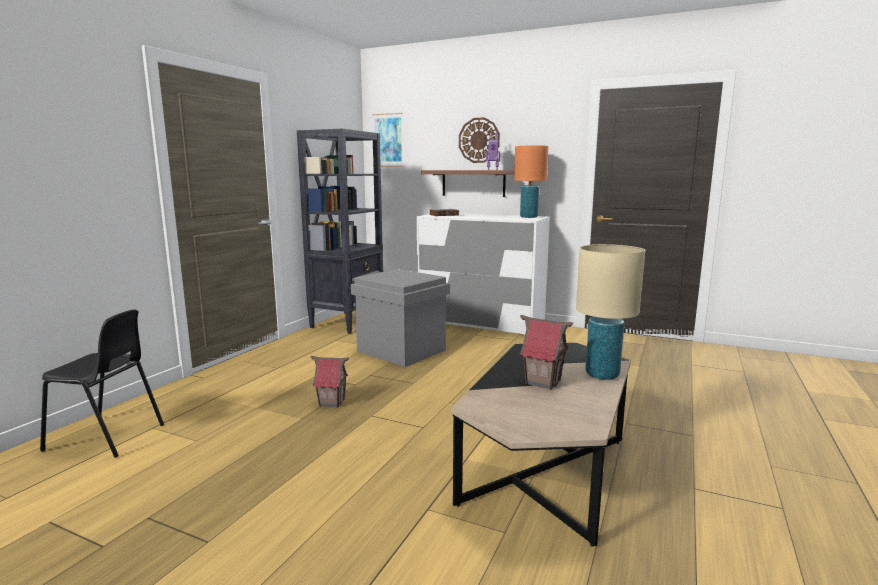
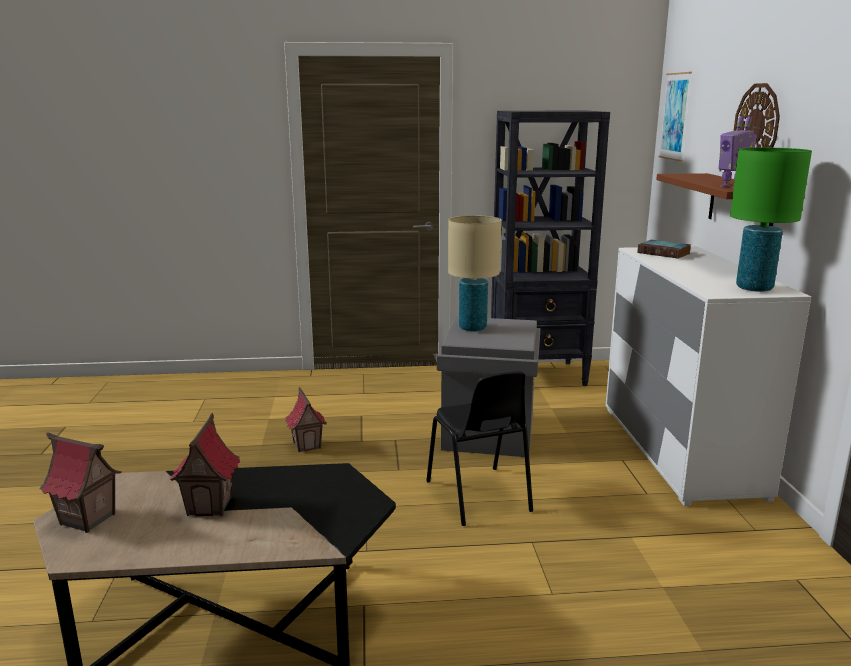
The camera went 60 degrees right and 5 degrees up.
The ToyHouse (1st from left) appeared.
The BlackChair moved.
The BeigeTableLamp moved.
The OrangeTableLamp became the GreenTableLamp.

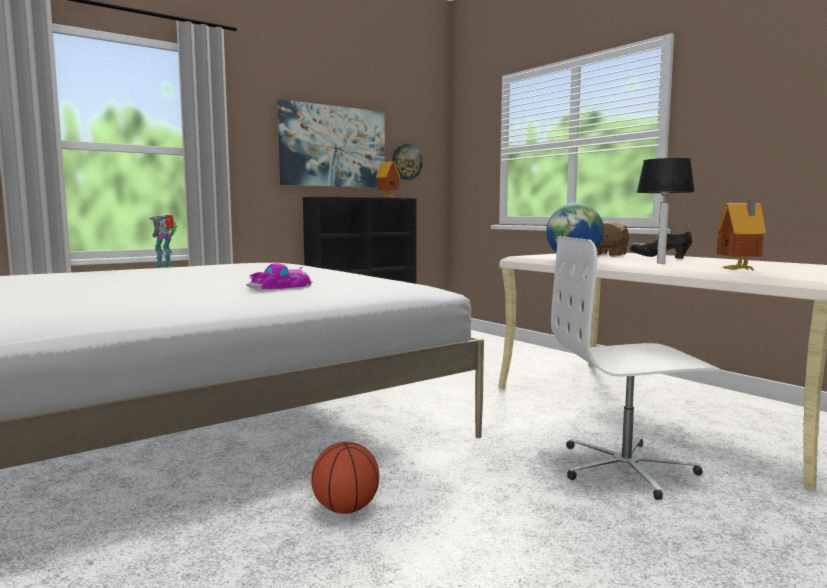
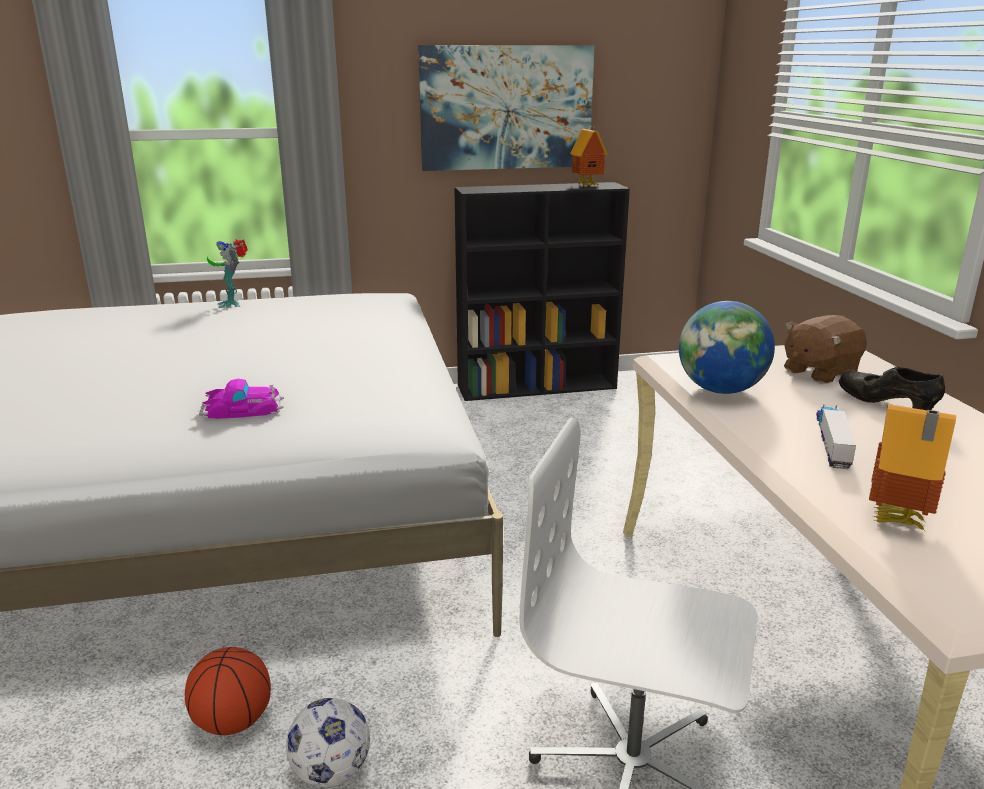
The camera went 25 degrees right and 15 degrees up.
The WallClock disappeared.
The Football appeared.
The TableLamp was replaced by the ToyTruck.
The ToyRobot turned 75 degrees counterclockwise.

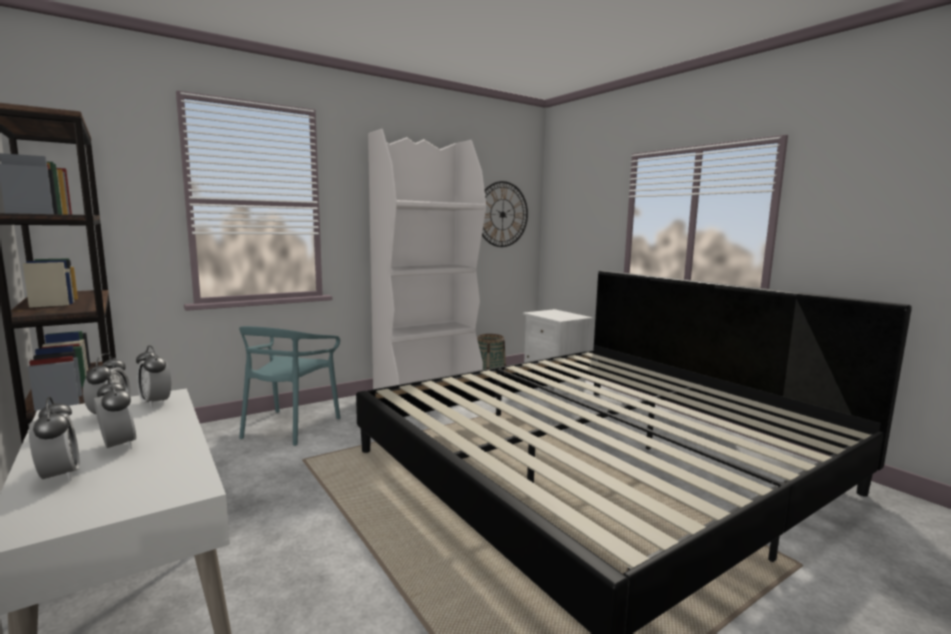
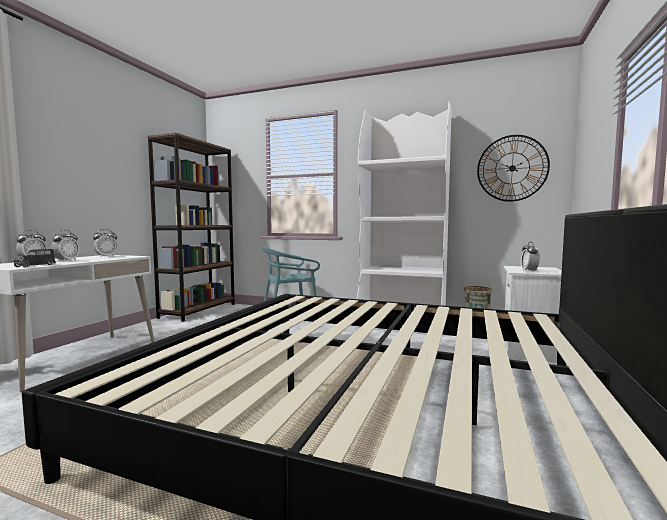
The camera went 55 degrees right and 5 degrees down.
The ToyTruck appeared.
The AlarmClock (4th from left) moved.

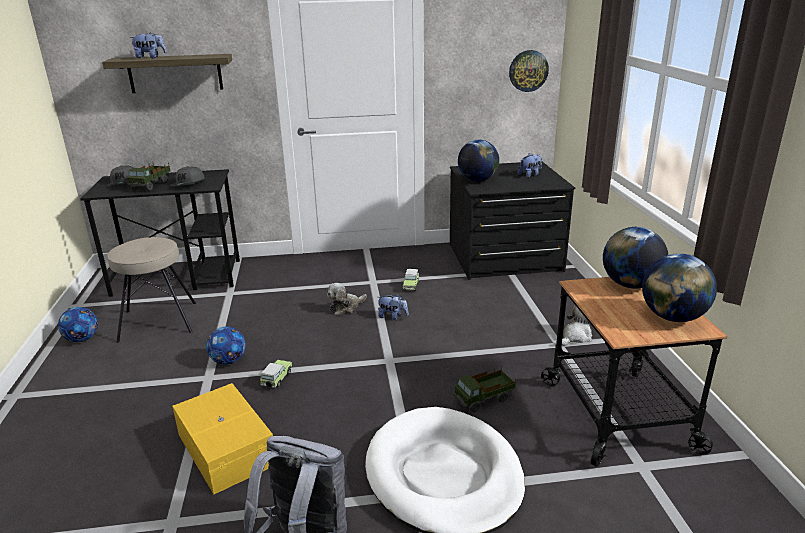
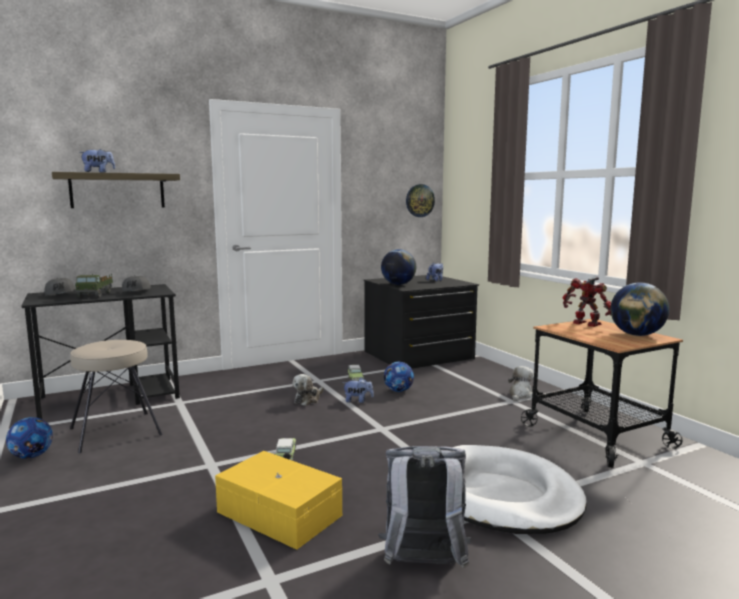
The camera went 20 degrees left and 15 degrees down.
The ToyTruck (2nd from left) disappeared.
The Football (2nd from left) moved.
The Globe (2nd from left) was replaced by the ToyRobot.

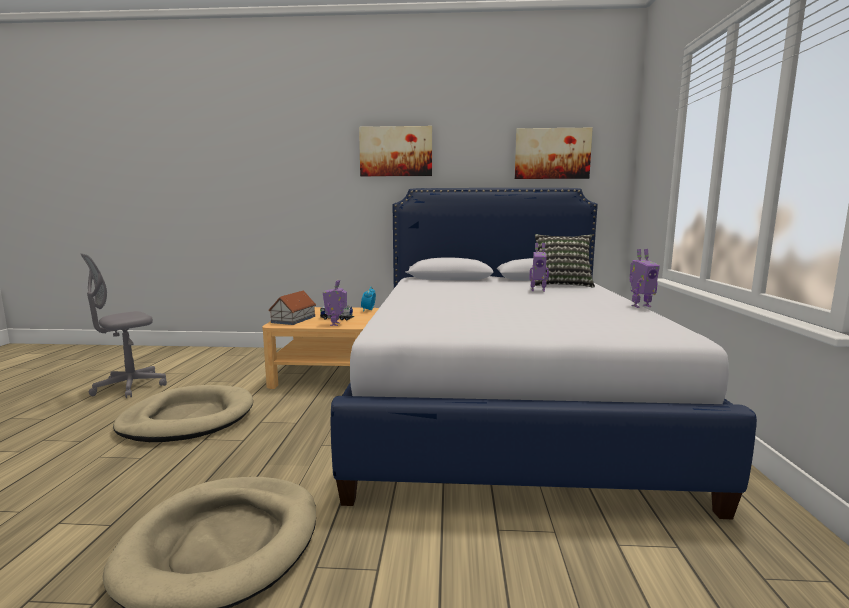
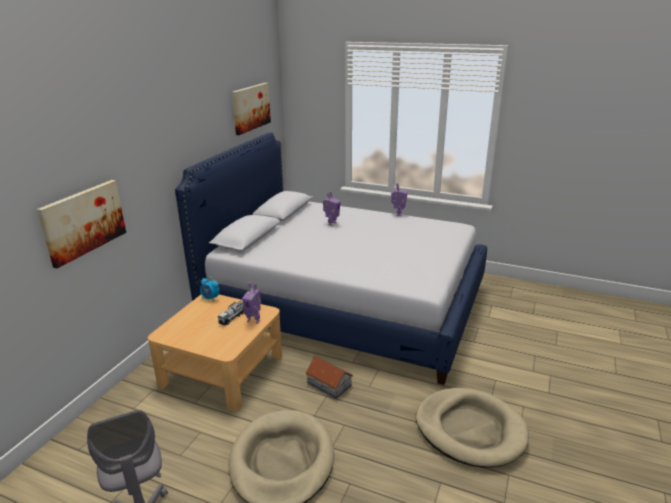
The camera went 70 degrees left and 15 degrees up.
The Pillow disappeared.
The ToyHouse moved.
The Picture (1st from left) moved.

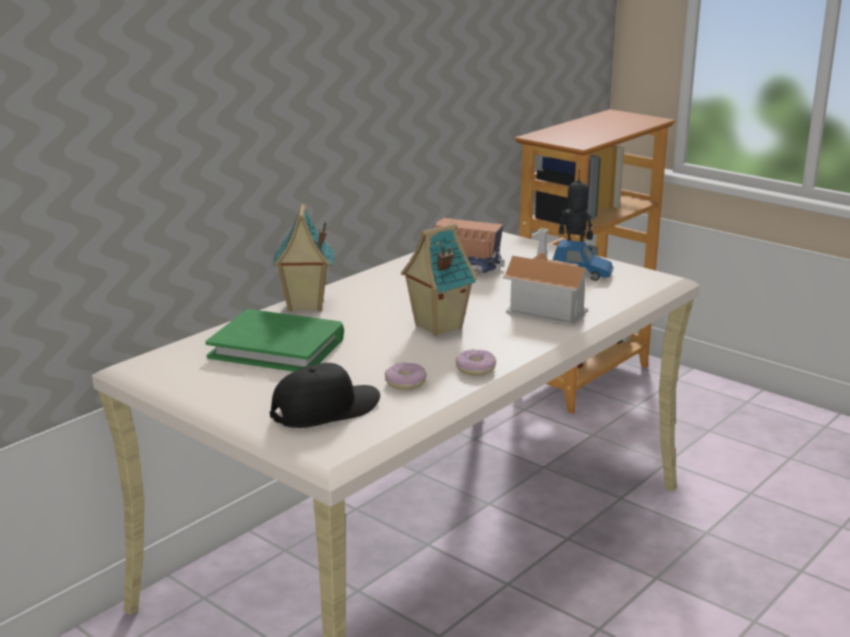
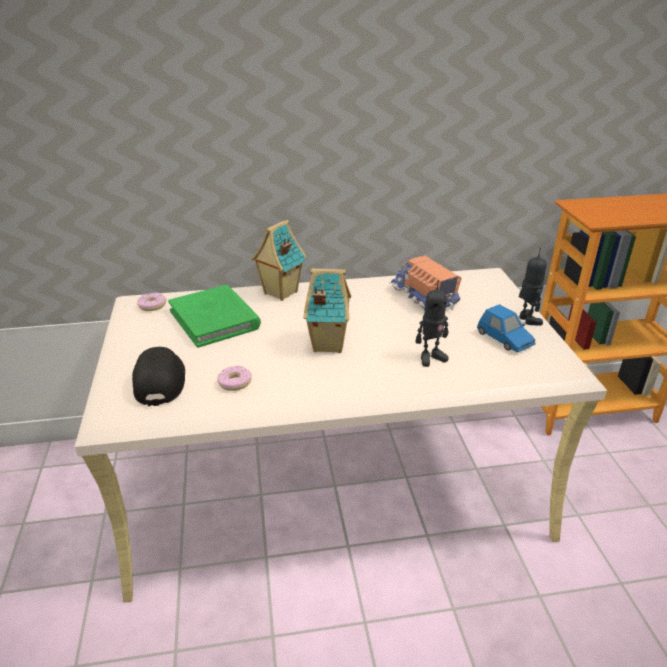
The camera went 40 degrees right and 10 degrees up.
The Donut (2nd from left in the first image) moved.
The ToyHouse (3rd from left) was replaced by the ToyRobot (1st from left).
The BlackCap turned 105 degrees counterclockwise.

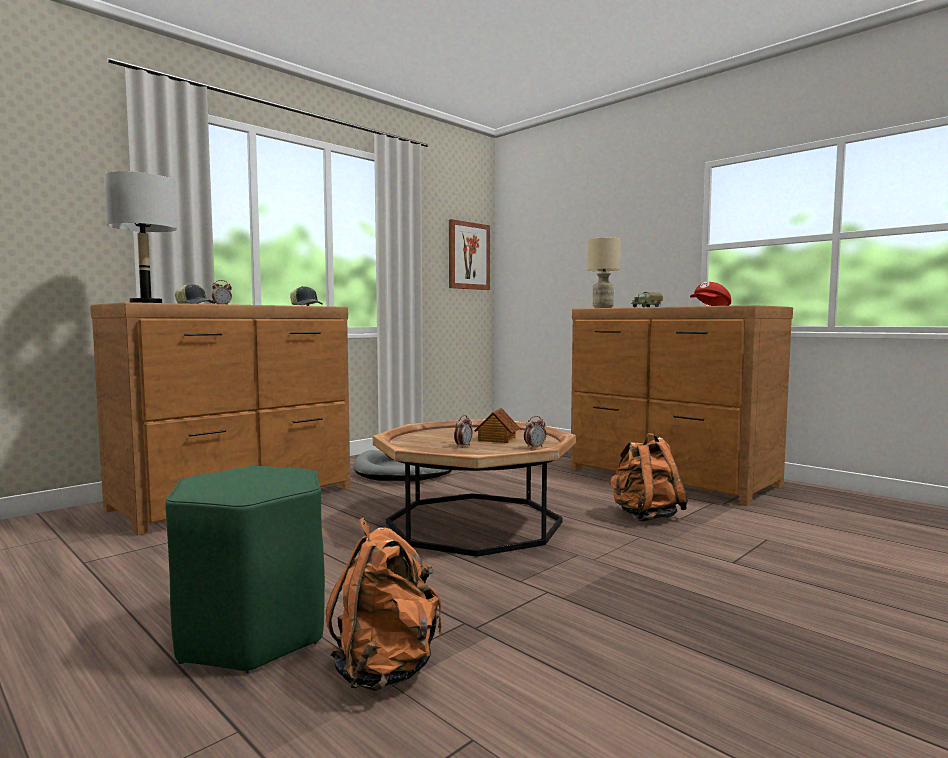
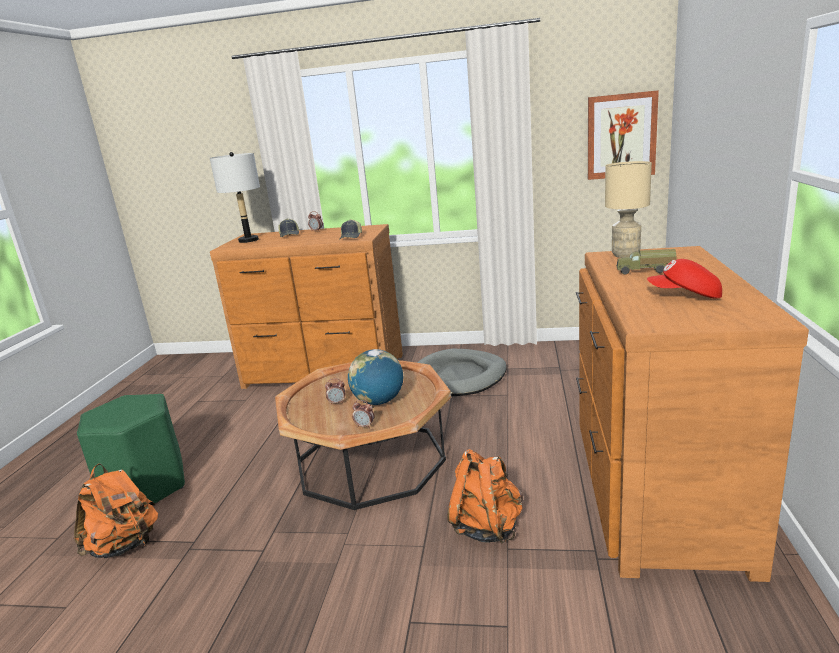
The camera went 55 degrees right and 15 degrees up.
The ToyHouse was replaced by the Globe.

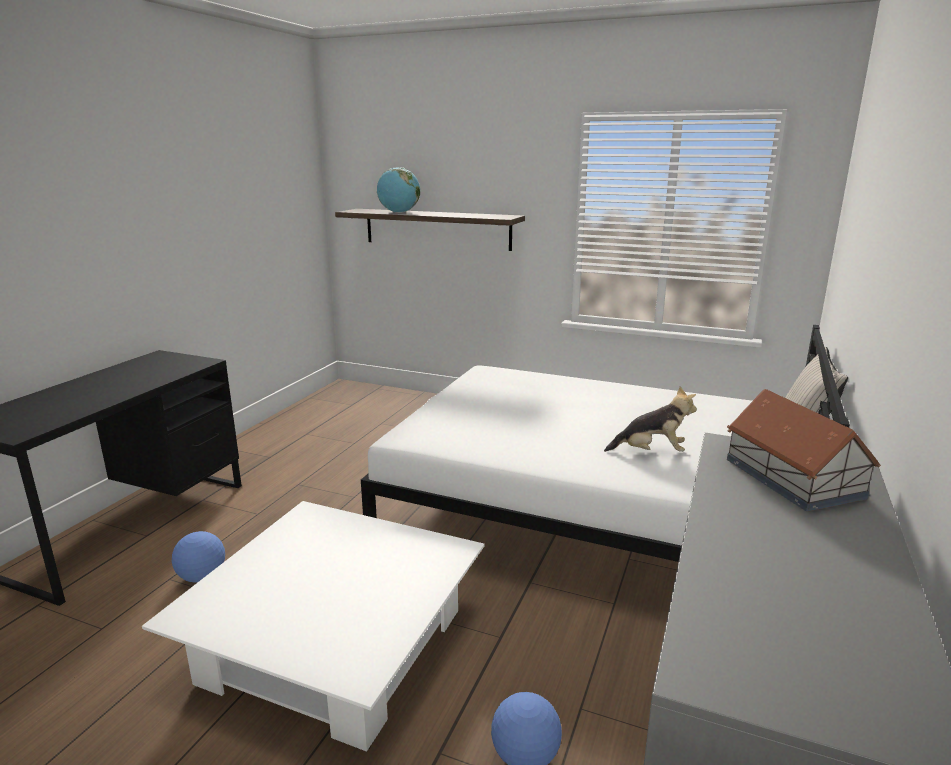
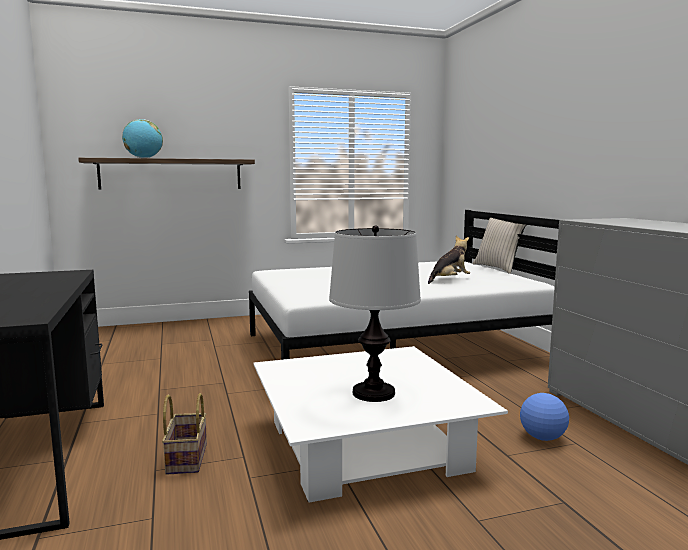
The camera went 40 degrees left and 10 degrees down.
The ToyHouse disappeared.
The TableLamp appeared.
The Football (1st from left) was replaced by the Basket.

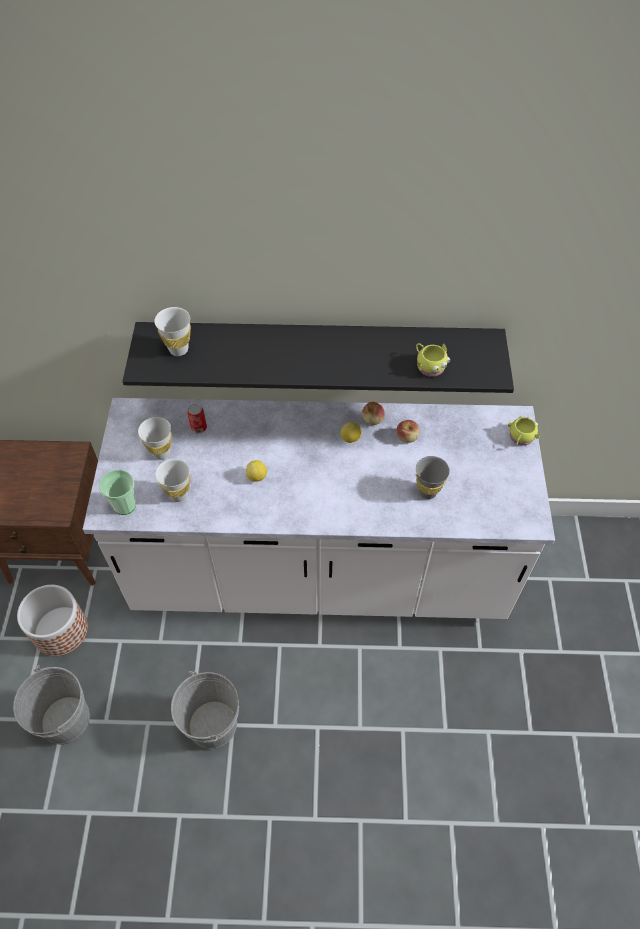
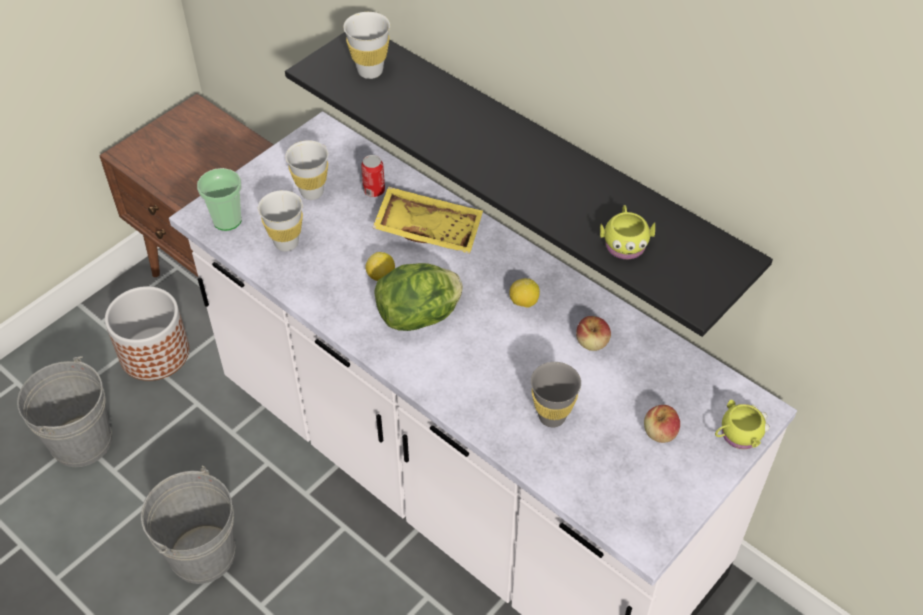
The camera went 40 degrees right and 5 degrees down.
The YellowTray appeared.
The Lettuce appeared.
The Apple (1st from left in the first image) moved.

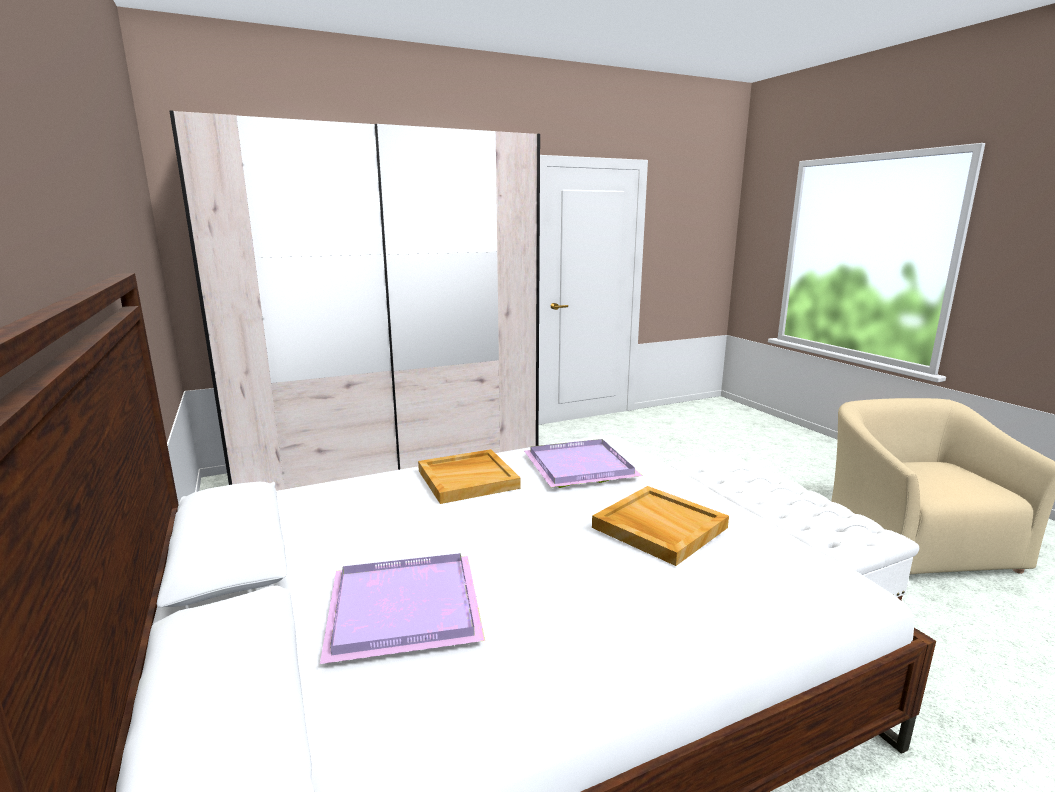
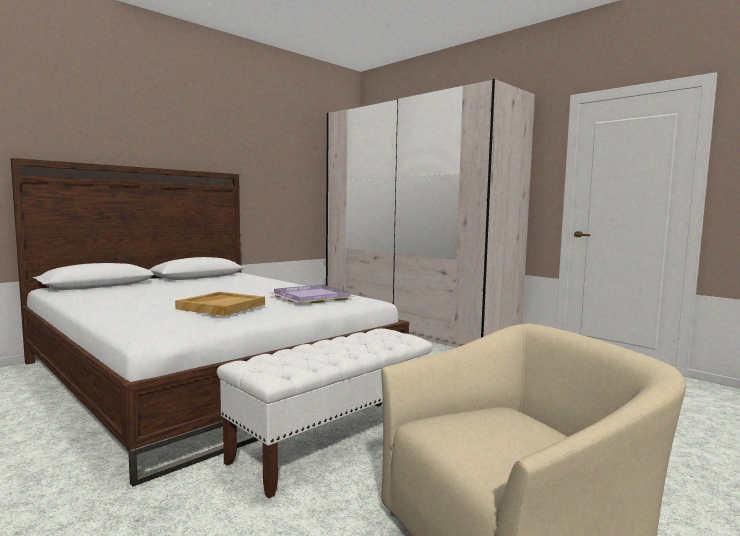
The camera went 70 degrees right and 10 degrees down.
The PurpleTray (1st from left) disappeared.
The BeigeTray (1st from left) disappeared.

